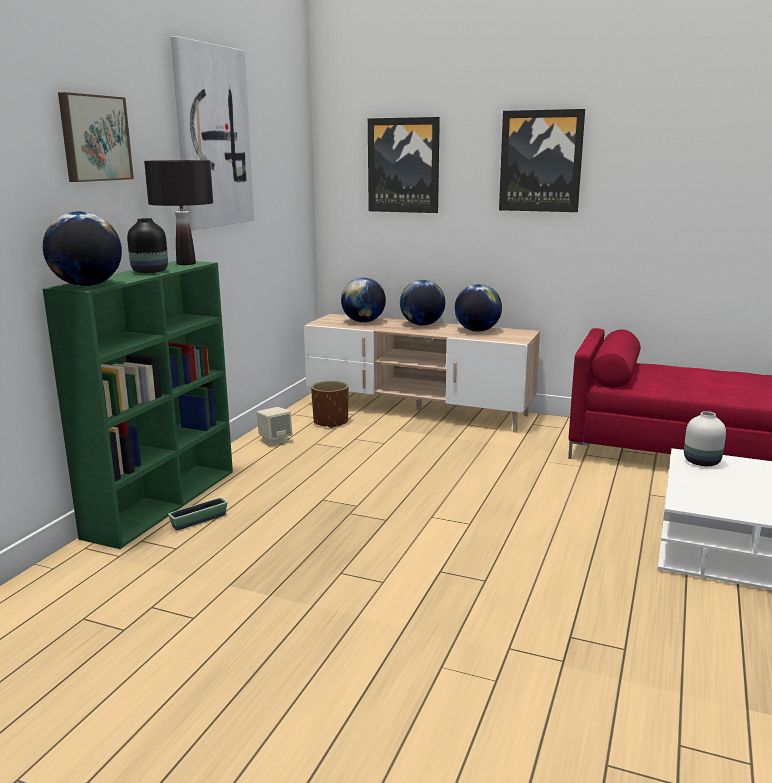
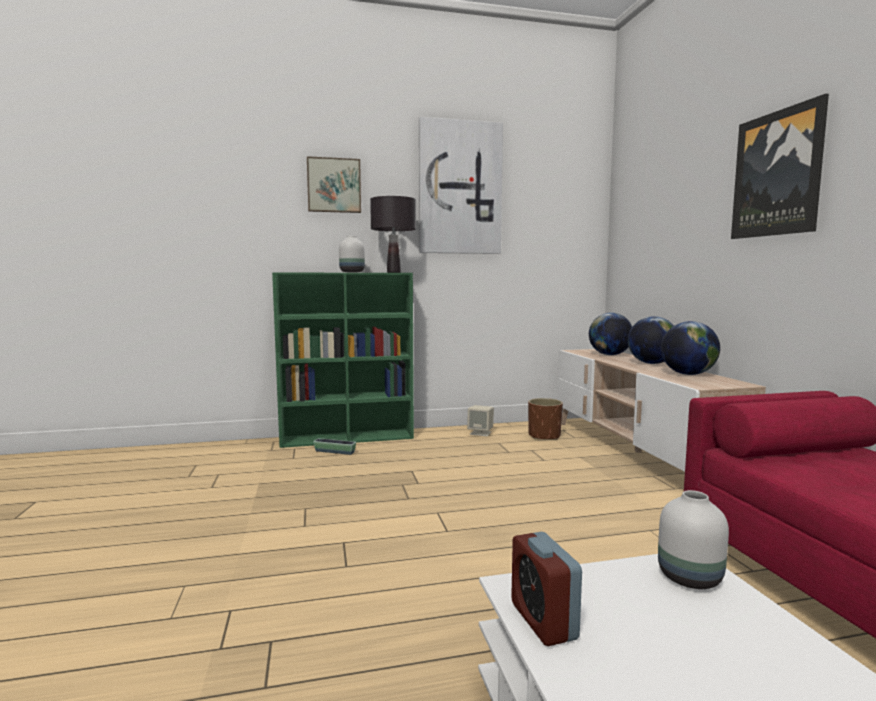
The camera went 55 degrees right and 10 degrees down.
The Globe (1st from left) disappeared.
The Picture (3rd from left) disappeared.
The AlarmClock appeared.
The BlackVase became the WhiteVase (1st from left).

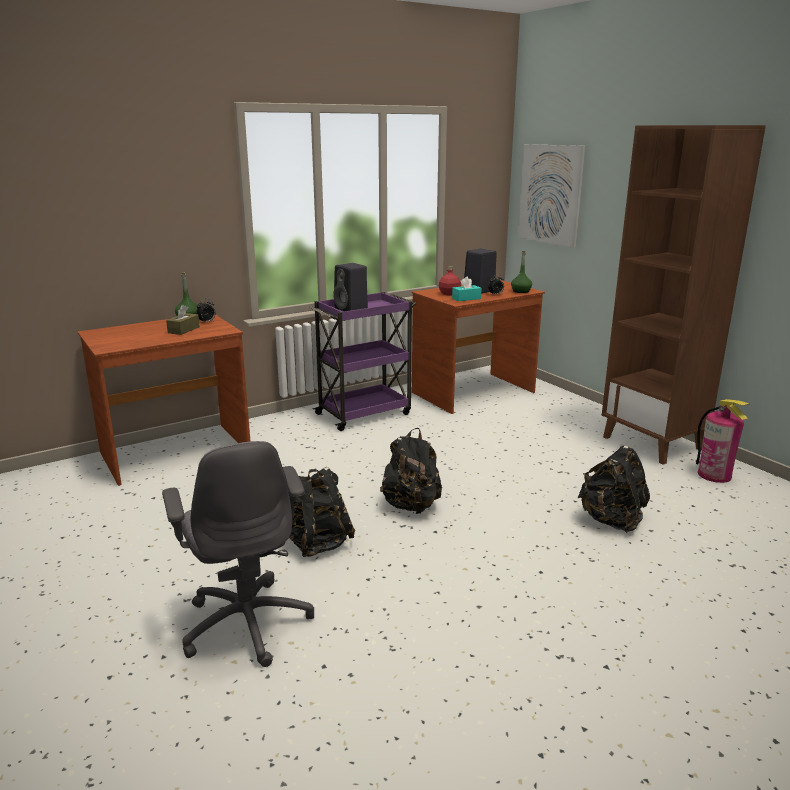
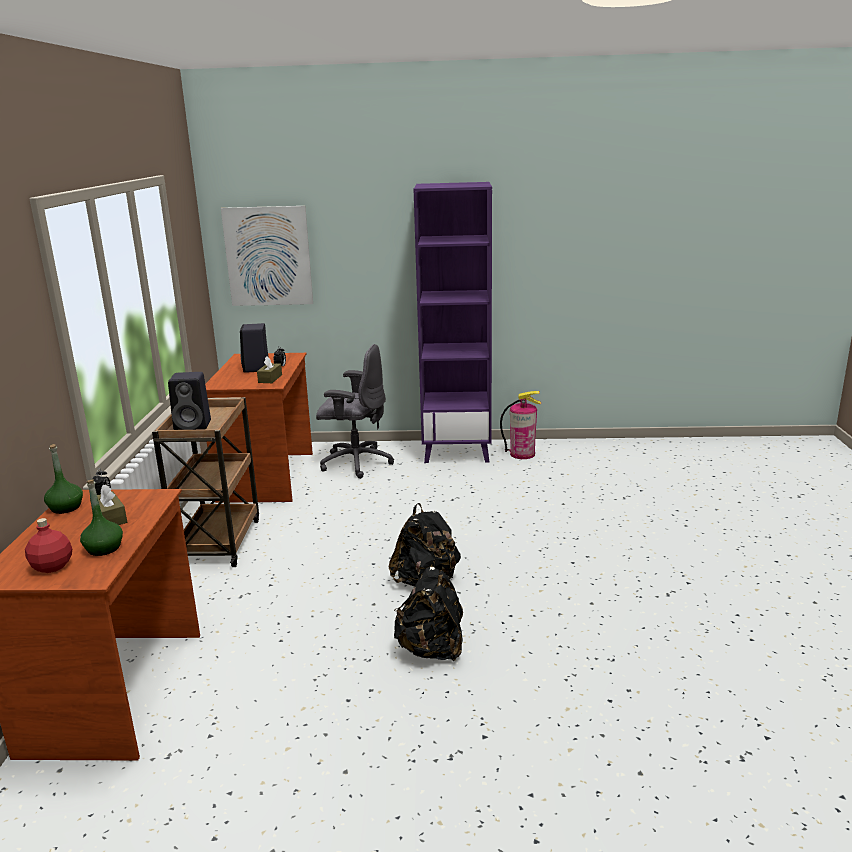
The camera went 55 degrees left and 0 degrees up.
The BlackBackpack (3rd from left) disappeared.
The GreyOfficeChair moved.
The RedBottle moved.
The GreenBottle (2nd from left) moved.
The PurpleCart became the BrownCart.
The TurquoiseTissueBox became the BrownTissueBox (2nd from left).
The BrownBookcase became the PurpleBookcase.

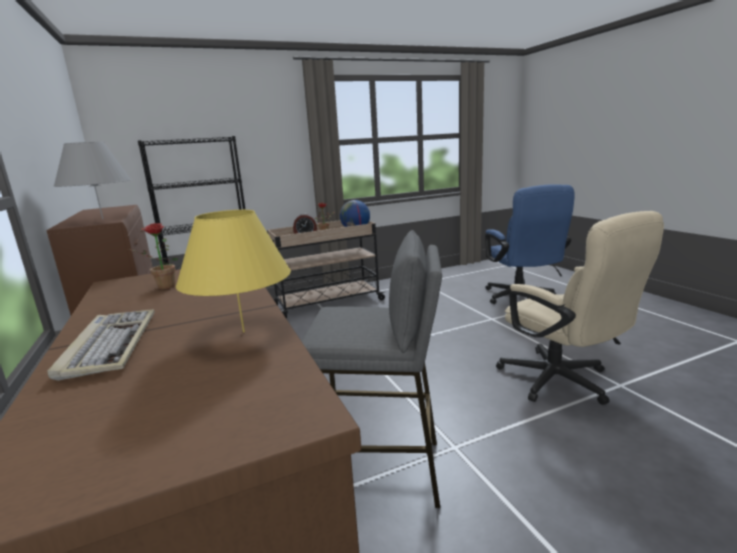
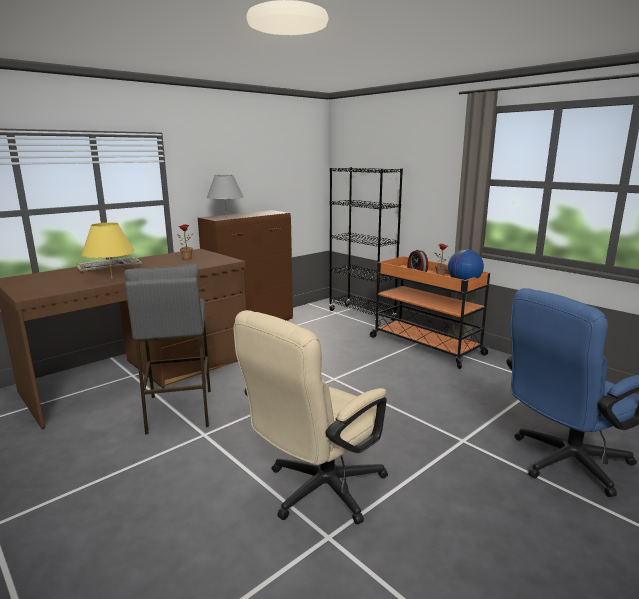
The camera went 70 degrees right and 0 degrees up.
The BeigeCart became the OrangeCart.

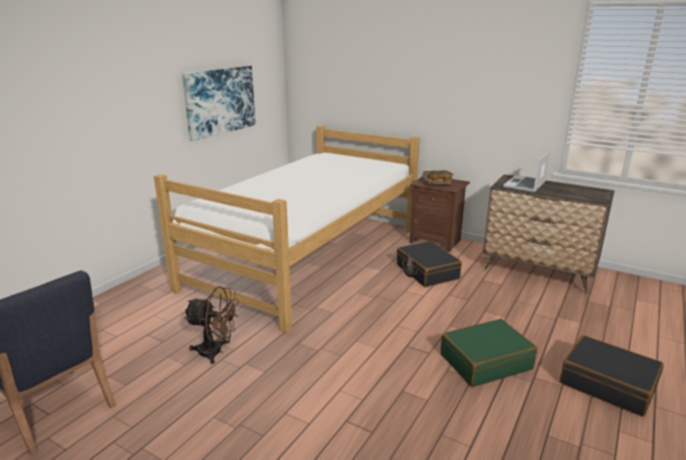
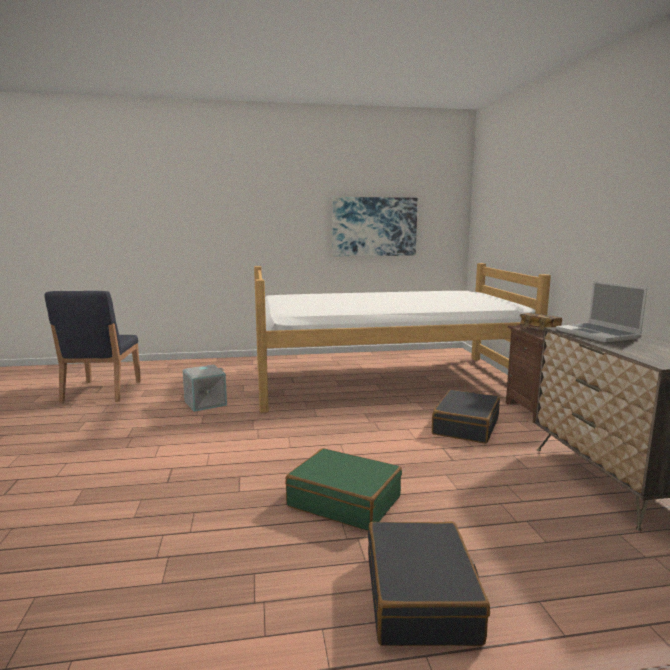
The camera went 50 degrees right and 10 degrees down.
The BrownFan was replaced by the GreyStorageBox.
The Laptop turned 105 degrees counterclockwise.

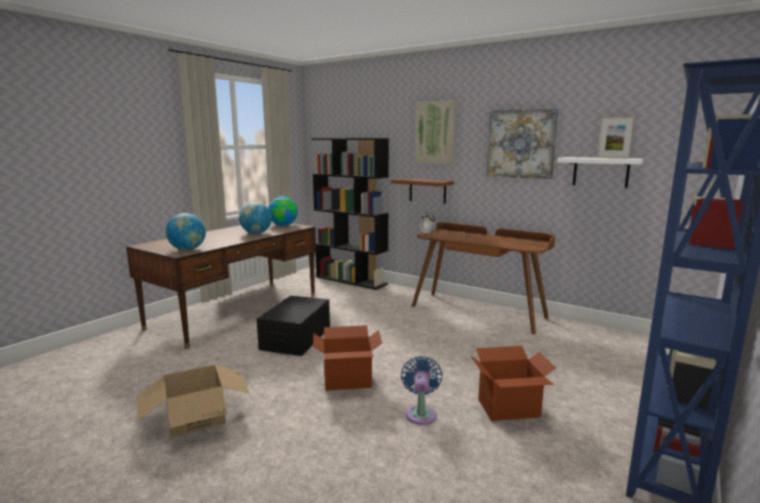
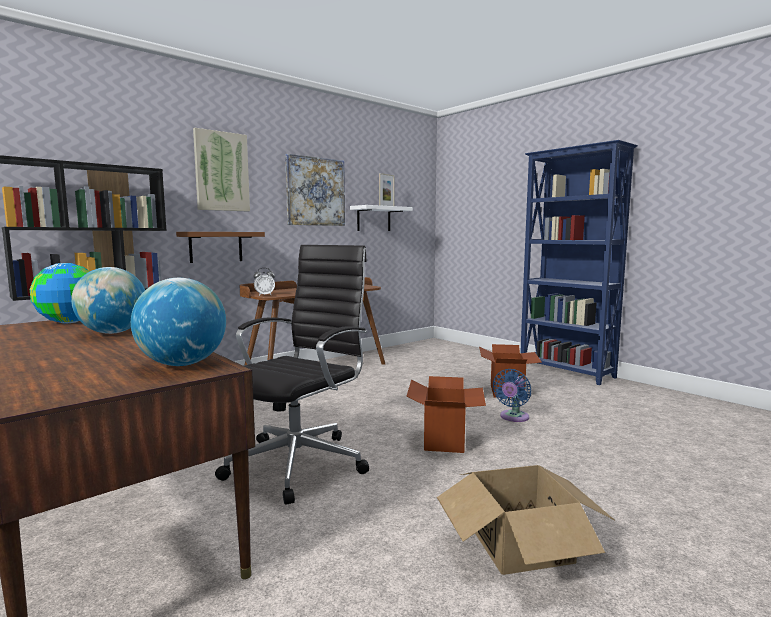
The camera went 75 degrees left and 5 degrees down.
The BlackStorageBox was replaced by the BlackOfficeChair.
The BlueFan turned 75 degrees counterclockwise.

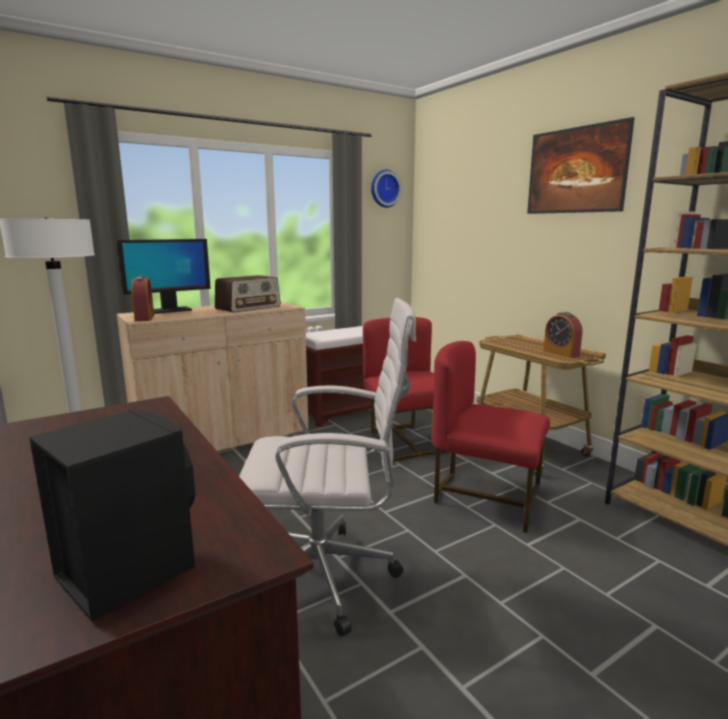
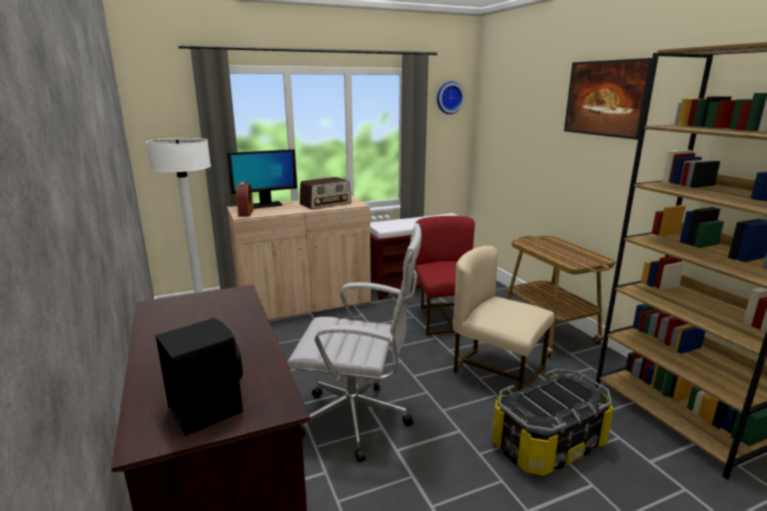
The camera went 10 degrees right and 5 degrees up.
The AlarmClock (2nd from left) disappeared.
The StorageBox appeared.
The RedChair (2nd from left) became the BeigeChair.

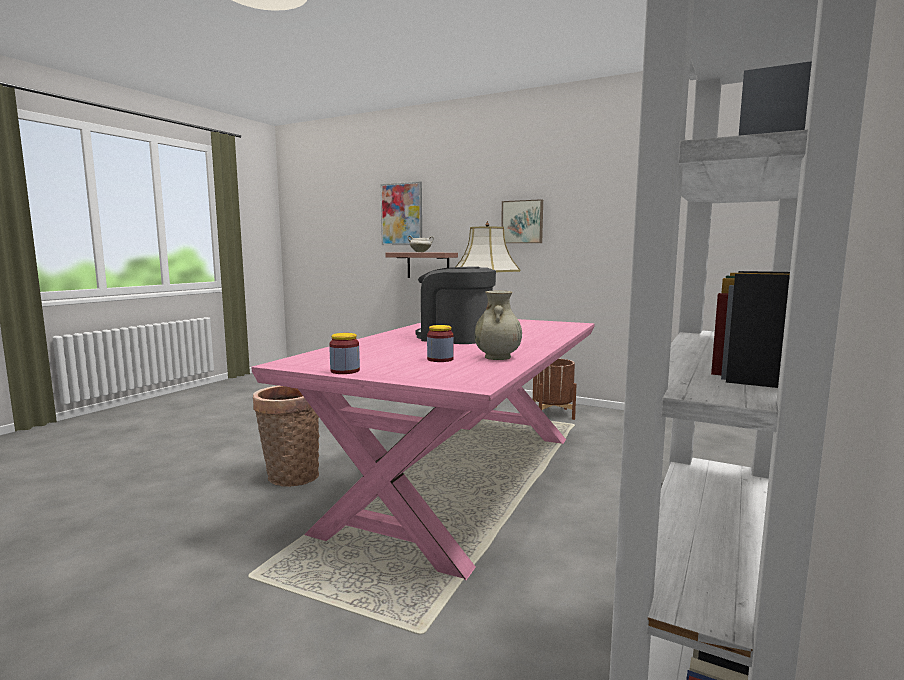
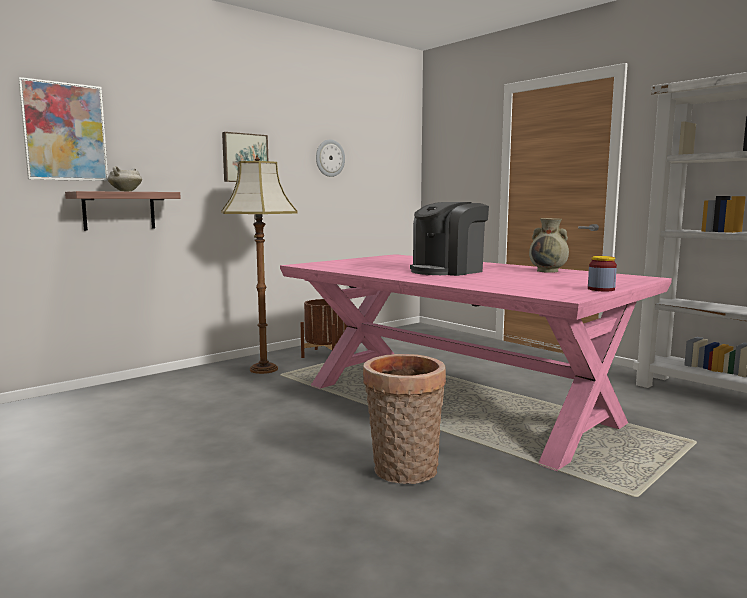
The camera went 70 degrees left and 0 degrees up.
The Jar (2nd from left) disappeared.
The WallClock appeared.

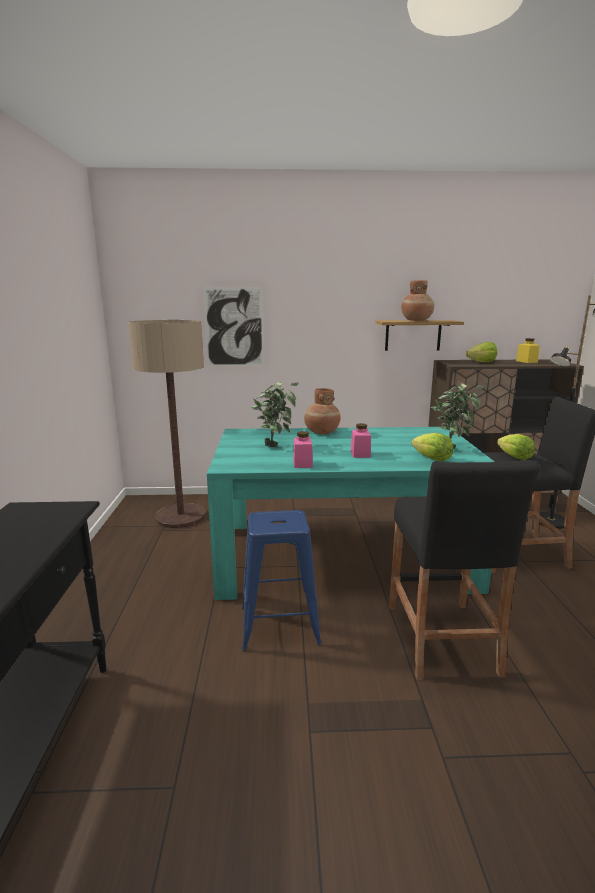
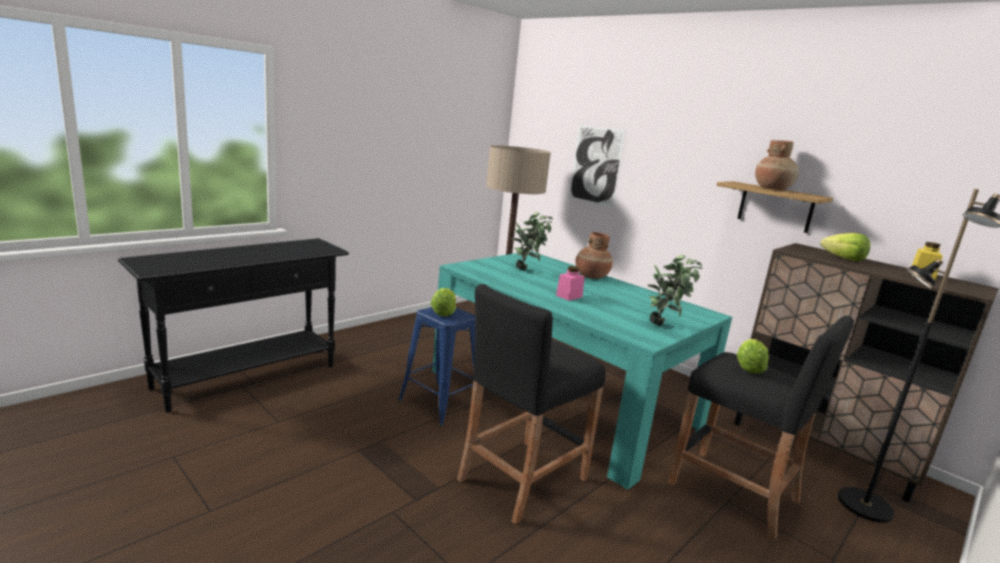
The camera went 45 degrees right and 0 degrees up.
The PinkJar (1st from left) disappeared.
The Lettuce (1st from left) moved.

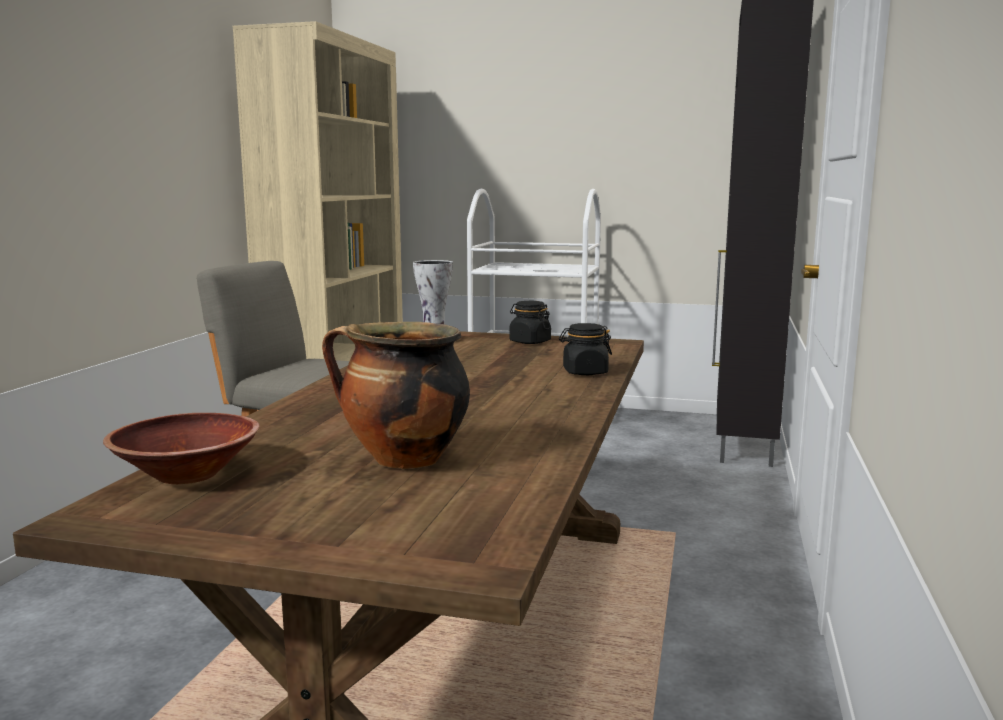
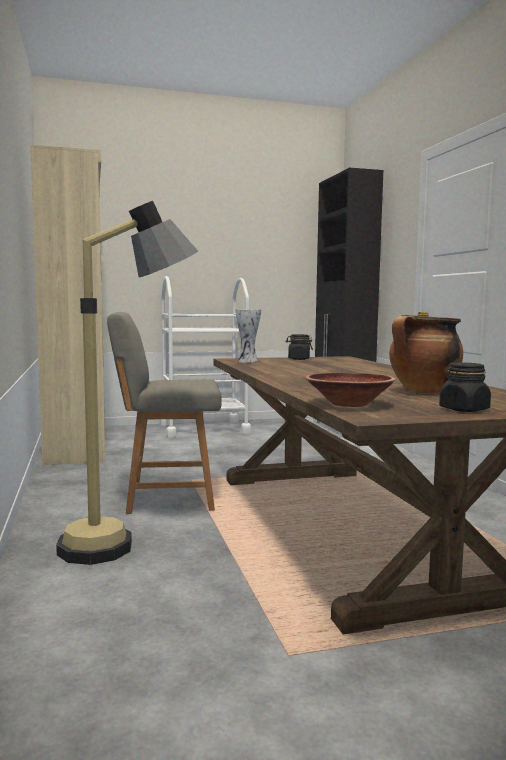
The camera went 30 degrees left and 5 degrees down.
The FloorLamp appeared.
The BlackJar (2nd from left) moved.

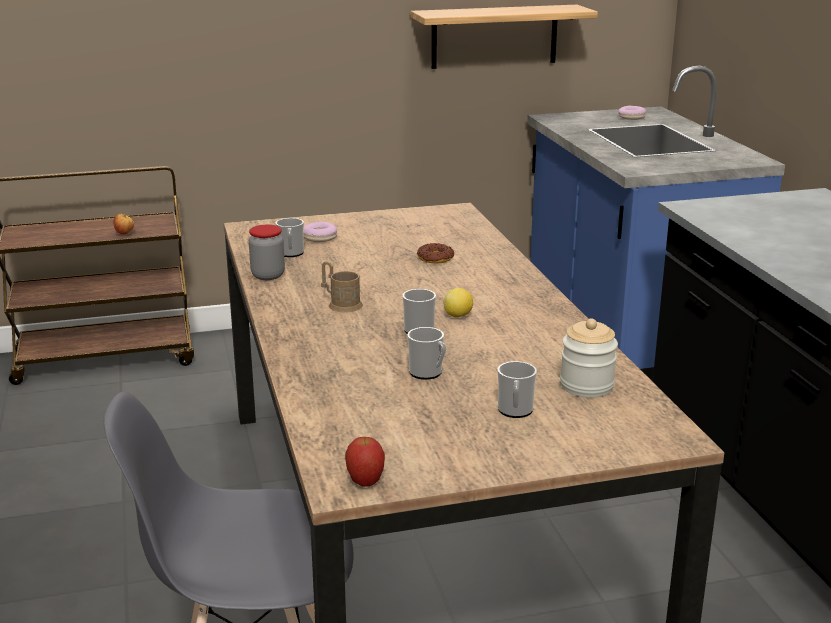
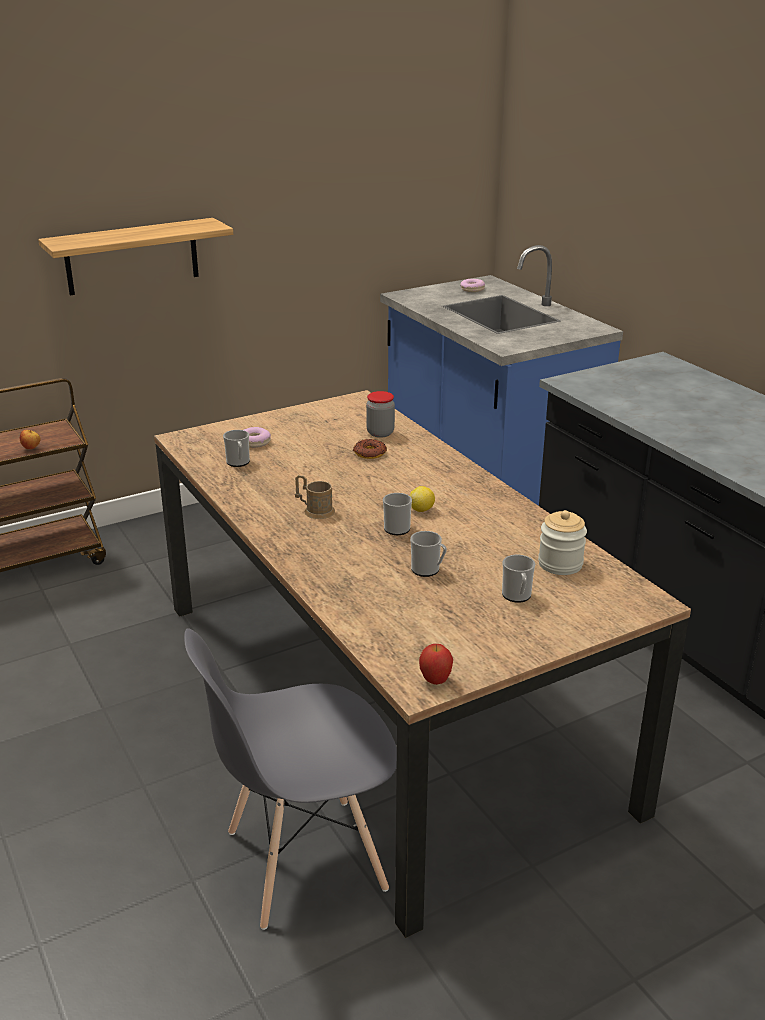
The camera went 15 degrees left and 5 degrees up.
The Jar (1st from left) moved.
The Shelf moved.

